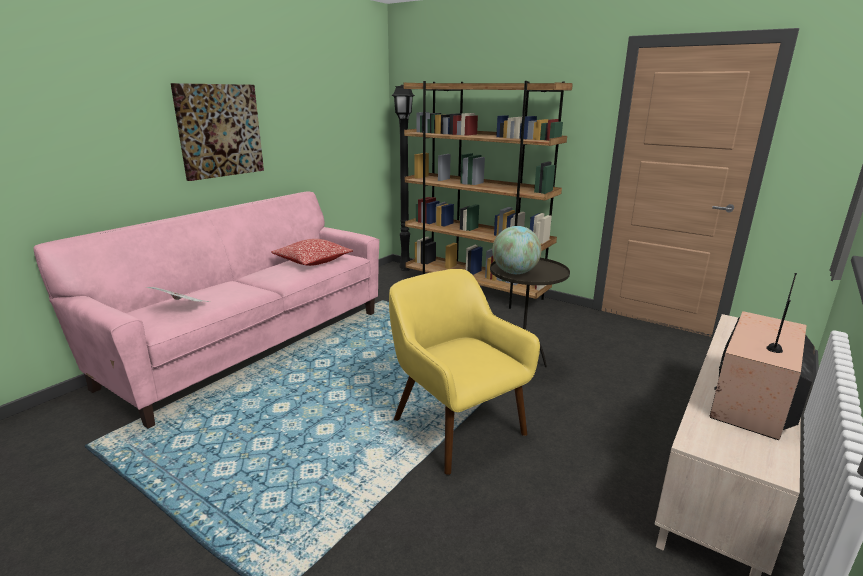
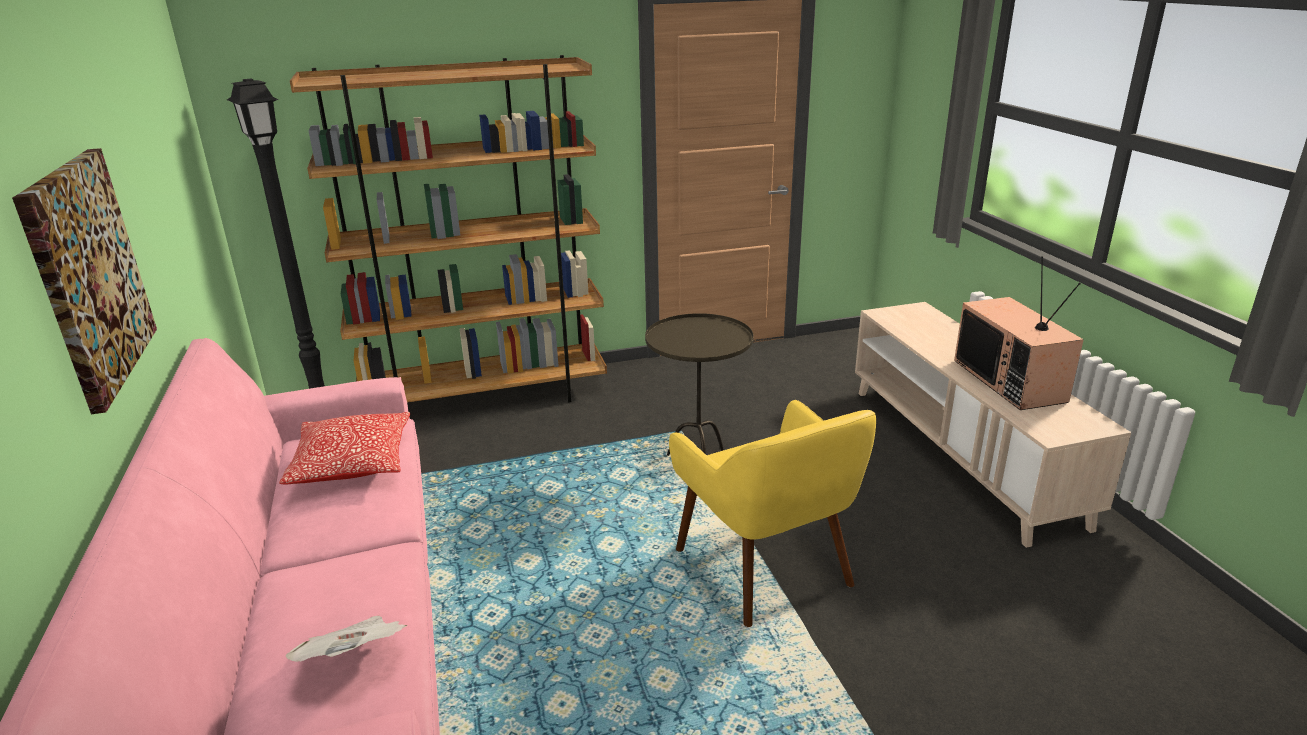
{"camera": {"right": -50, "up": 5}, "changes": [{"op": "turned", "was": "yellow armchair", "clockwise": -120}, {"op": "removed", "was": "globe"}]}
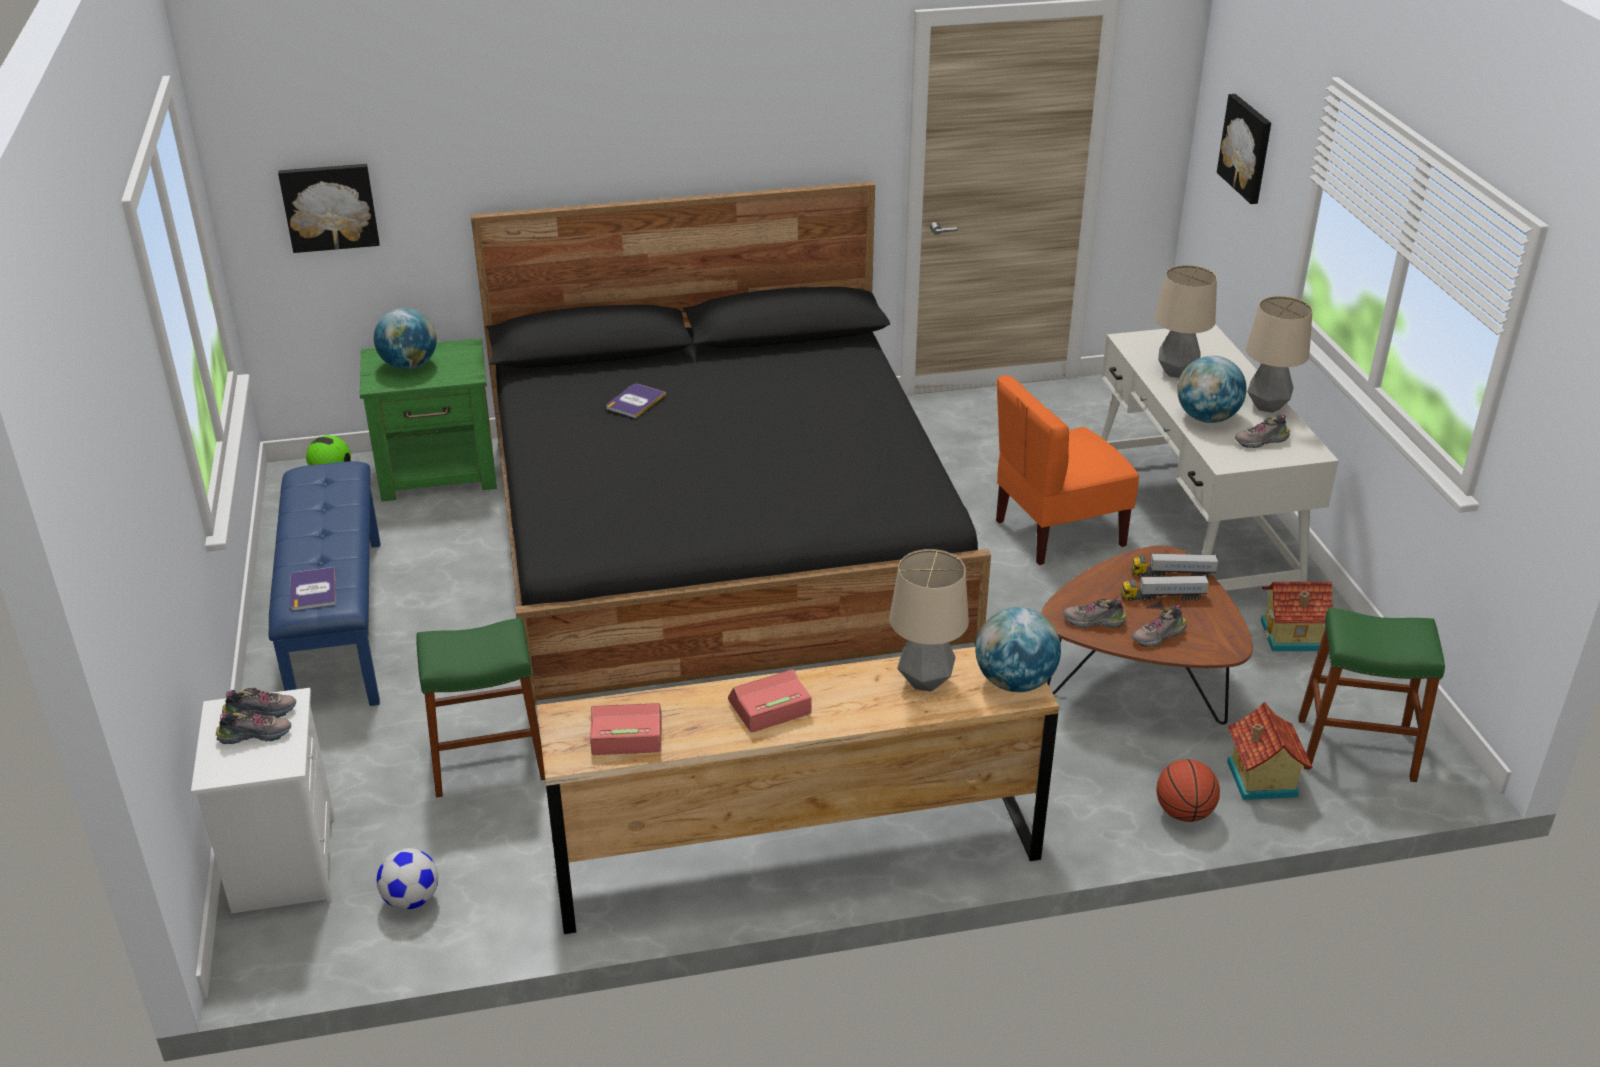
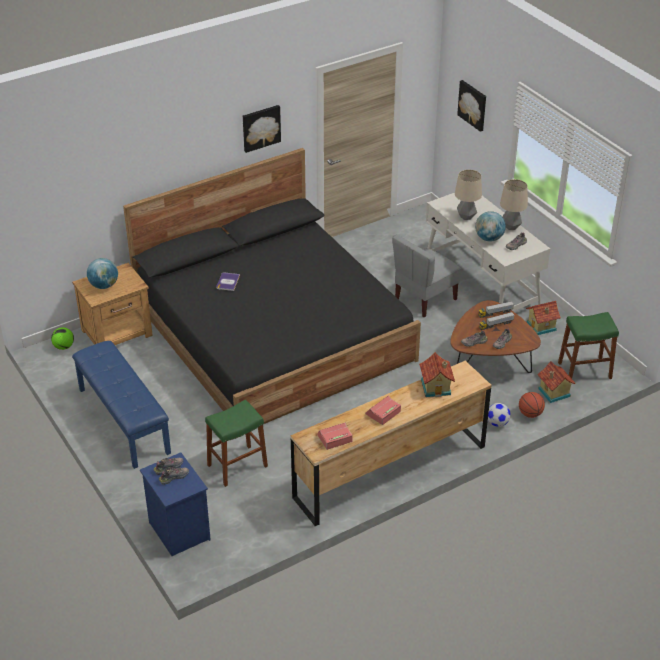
{"camera": {"right": -20, "up": 5}, "changes": [{"op": "recoloured", "was": "white nightstand", "now": "blue nightstand"}, {"op": "moved", "was": "picture (1st from left)"}, {"op": "removed", "was": "book (1st from left)"}, {"op": "recoloured", "was": "green nightstand", "now": "brown nightstand"}, {"op": "moved", "was": "football (2nd from left)"}, {"op": "replaced", "was": "table lamp (1st from left)", "now": "toy house (1st from left)"}, {"op": "removed", "was": "globe (2nd from left)"}, {"op": "recoloured", "was": "orange chair", "now": "grey chair"}]}
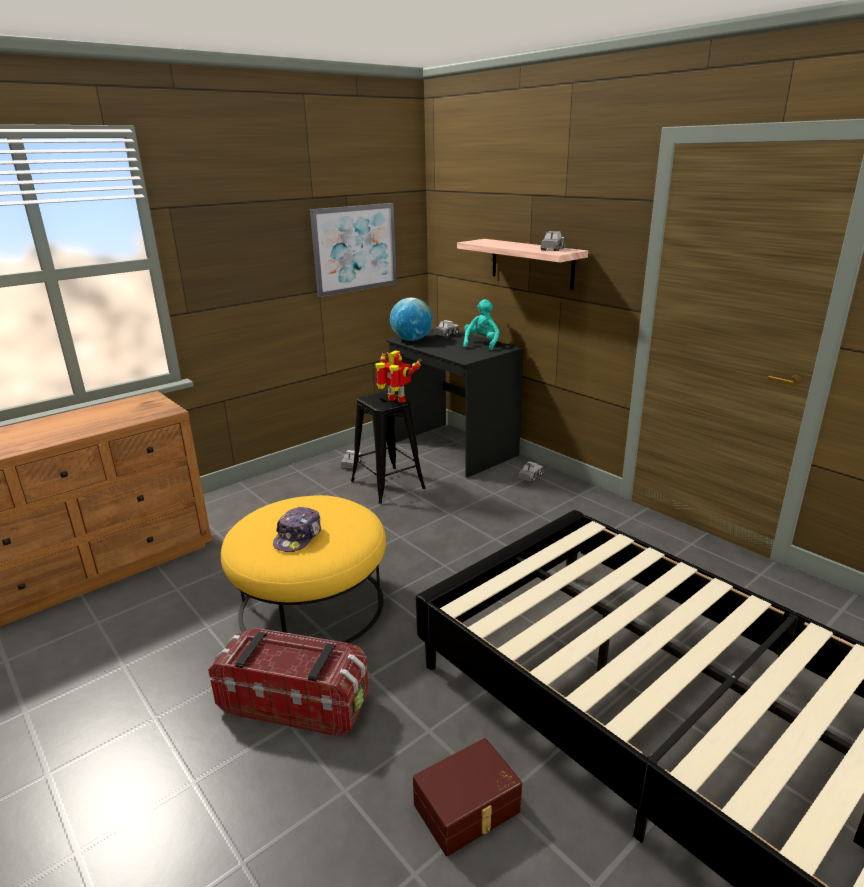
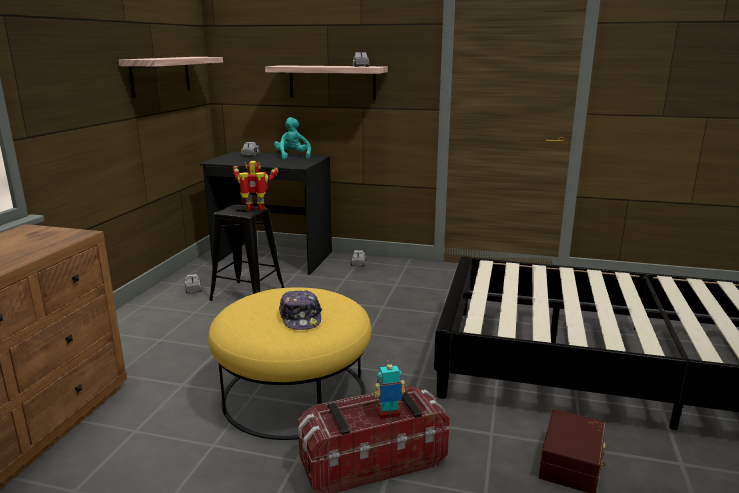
{"camera": {"right": -35, "up": -5}, "changes": [{"op": "replaced", "was": "picture", "now": "shelf (1st from left)"}, {"op": "removed", "was": "globe"}, {"op": "added", "now": "toy robot (2nd from left)"}]}
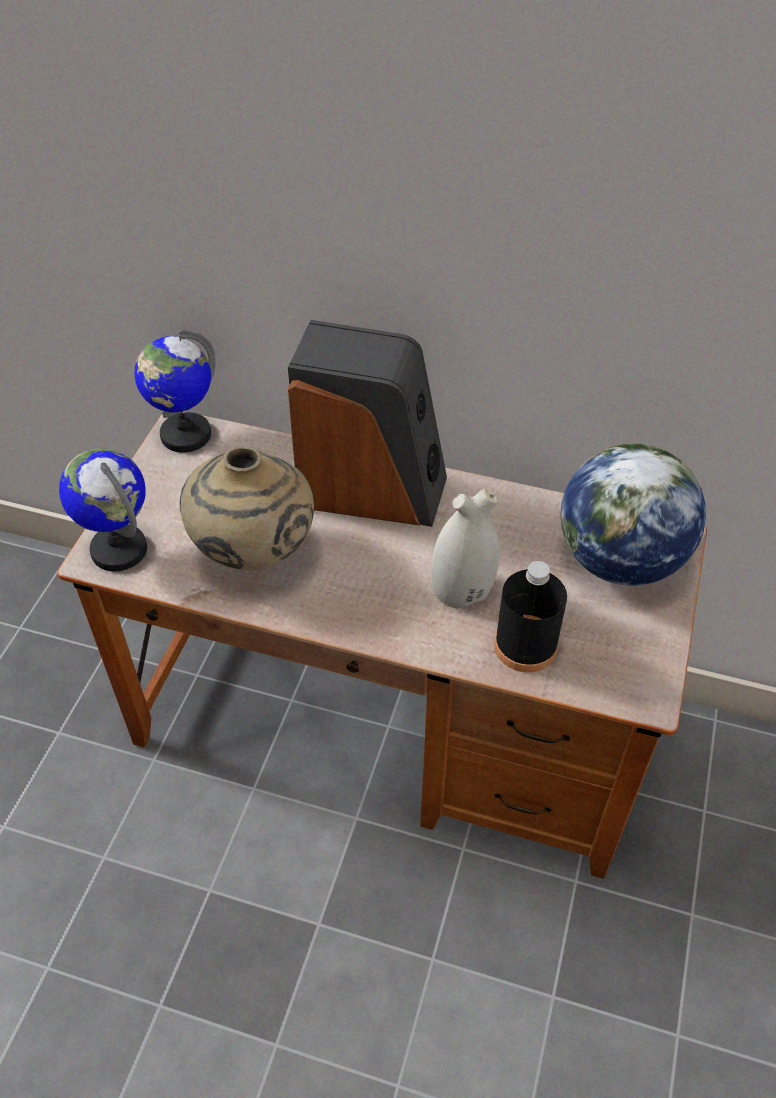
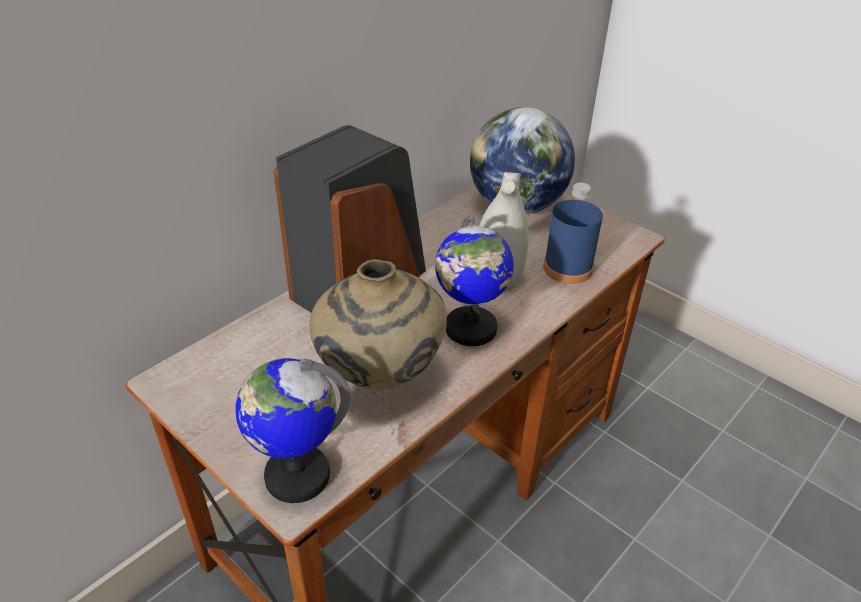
{"camera": {"right": -65, "up": -10}, "changes": [{"op": "moved", "was": "globe (2nd from left)"}, {"op": "recoloured", "was": "black bottle", "now": "blue bottle"}]}
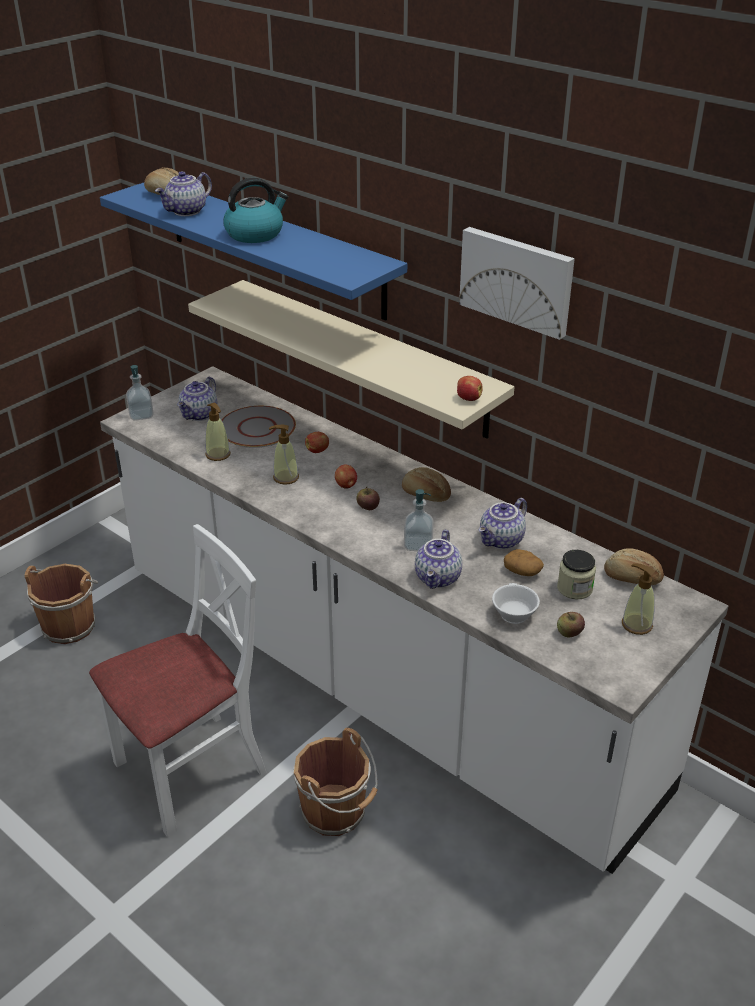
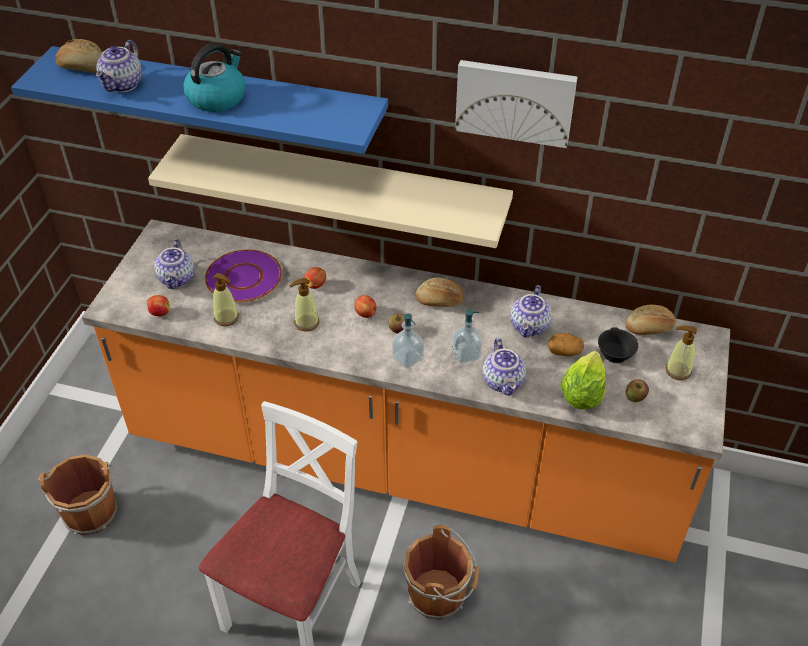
{"camera": {"right": -25, "up": 10}, "changes": [{"op": "recoloured", "was": "white counter", "now": "orange counter"}, {"op": "moved", "was": "soap dispenser (1st from left in the first image)", "now": "soap dispenser (3rd from left)"}, {"op": "recoloured", "was": "grey plate", "now": "purple plate"}, {"op": "moved", "was": "apple (4th from left in the first image)", "now": "apple (1st from left)"}, {"op": "replaced", "was": "white cup", "now": "lettuce"}, {"op": "replaced", "was": "jar", "now": "black cup"}]}
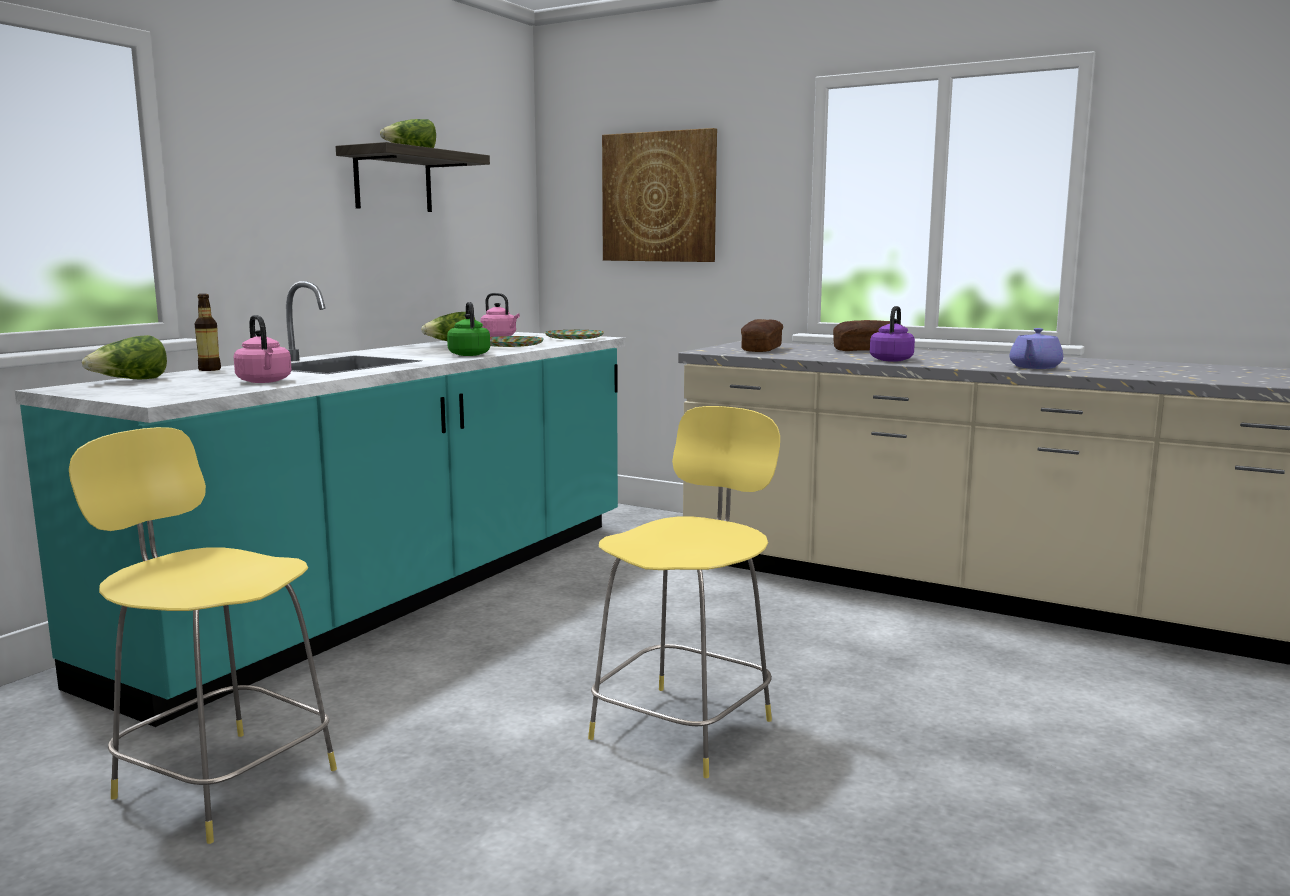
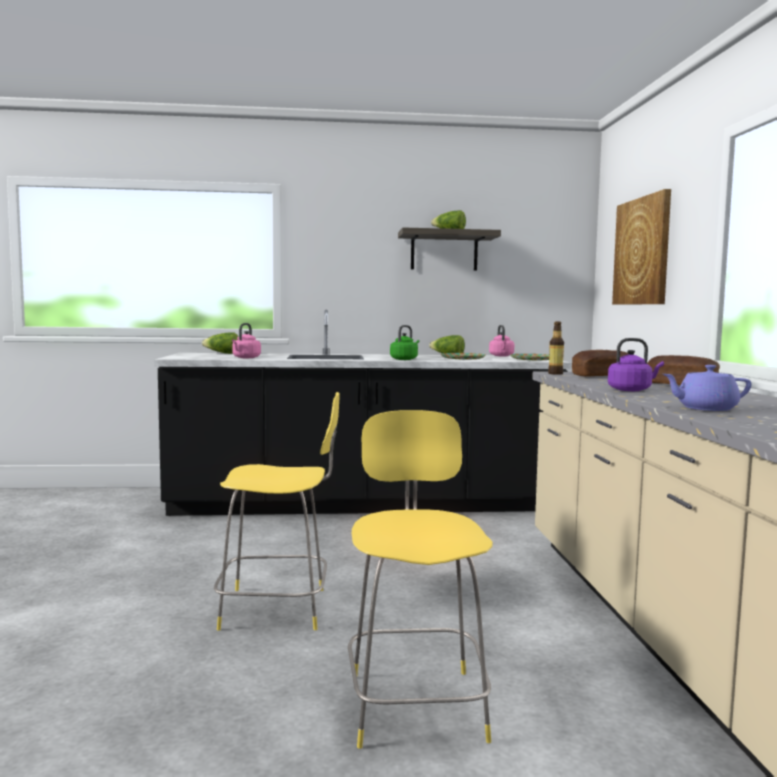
{"camera": {"right": 55, "up": -5}, "changes": [{"op": "recoloured", "was": "turquoise counter", "now": "black counter"}, {"op": "moved", "was": "yellow stool (1st from left in the first image)", "now": "yellow stool (2nd from left)"}, {"op": "moved", "was": "bottle"}]}
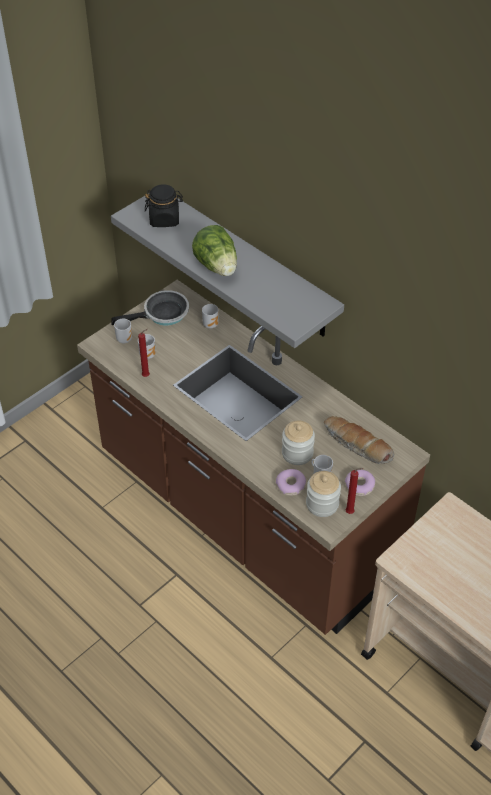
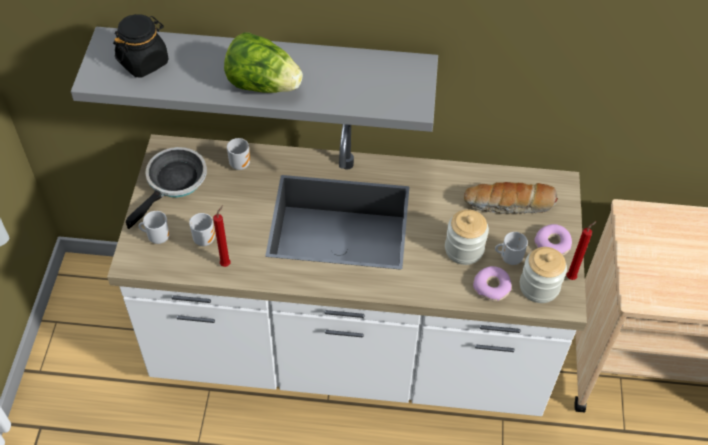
{"camera": {"right": -40, "up": 5}, "changes": [{"op": "recoloured", "was": "brown counter", "now": "white counter"}]}
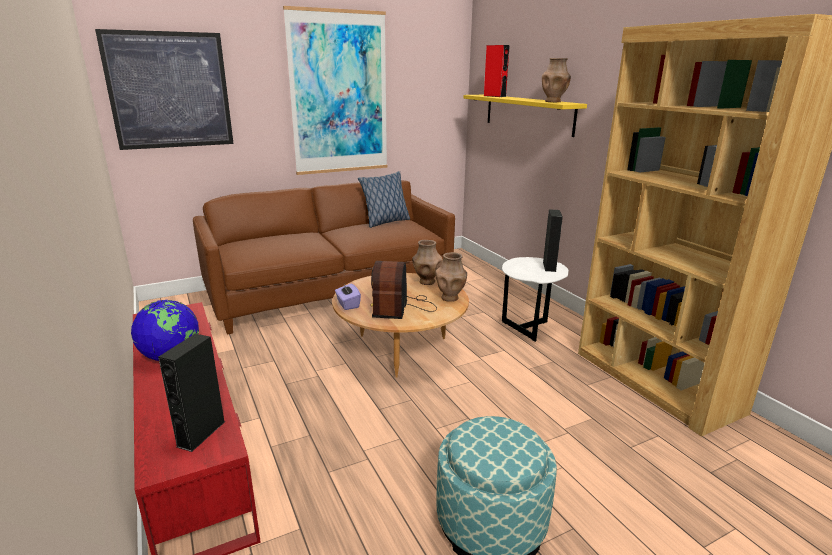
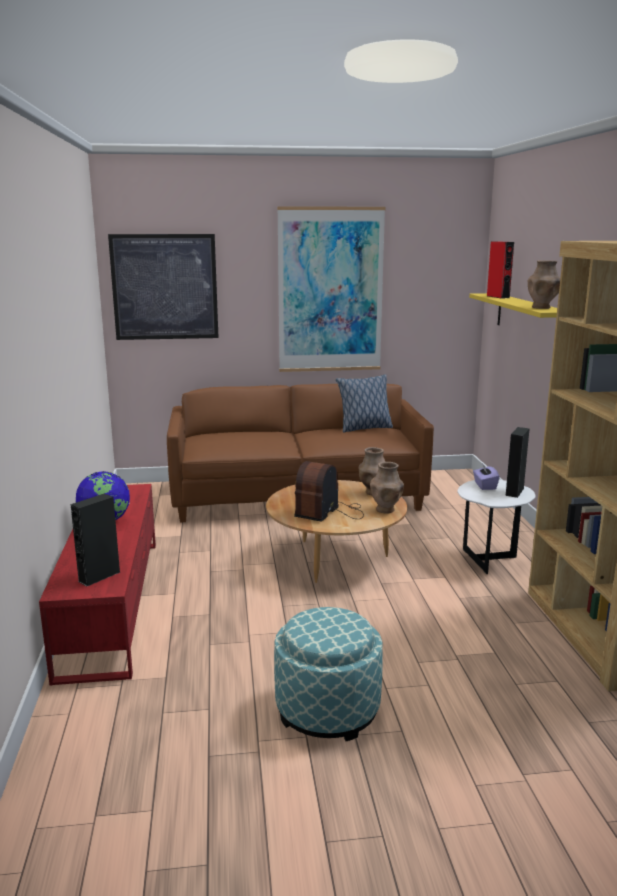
{"camera": {"right": 20, "up": -5}, "changes": [{"op": "moved", "was": "purple tissue box"}]}
